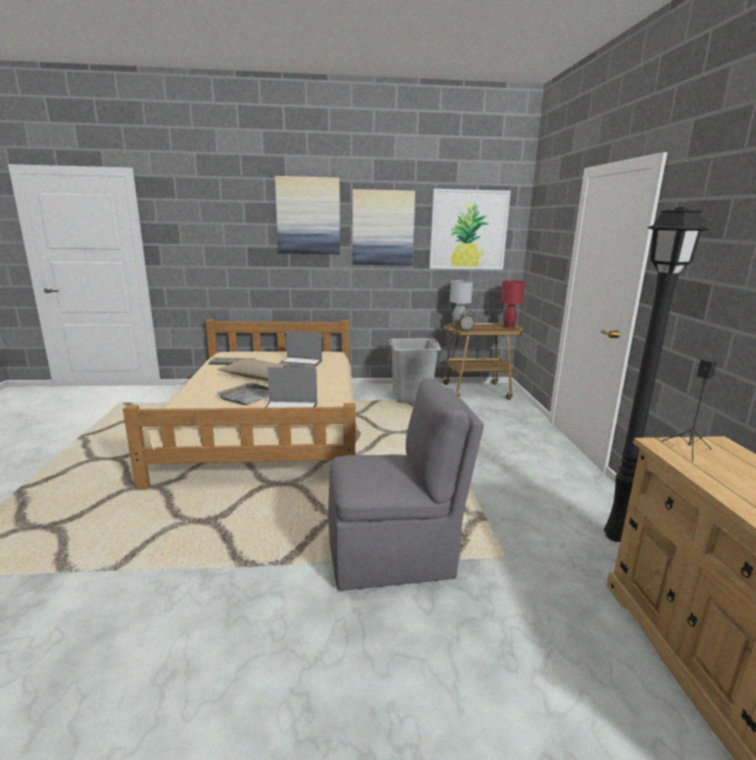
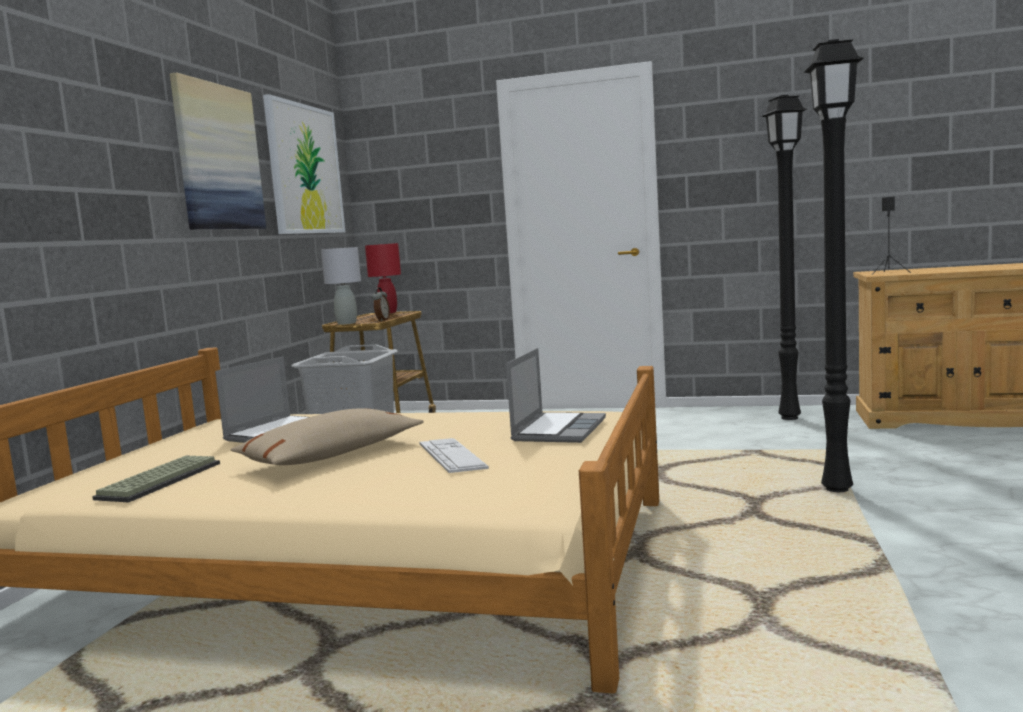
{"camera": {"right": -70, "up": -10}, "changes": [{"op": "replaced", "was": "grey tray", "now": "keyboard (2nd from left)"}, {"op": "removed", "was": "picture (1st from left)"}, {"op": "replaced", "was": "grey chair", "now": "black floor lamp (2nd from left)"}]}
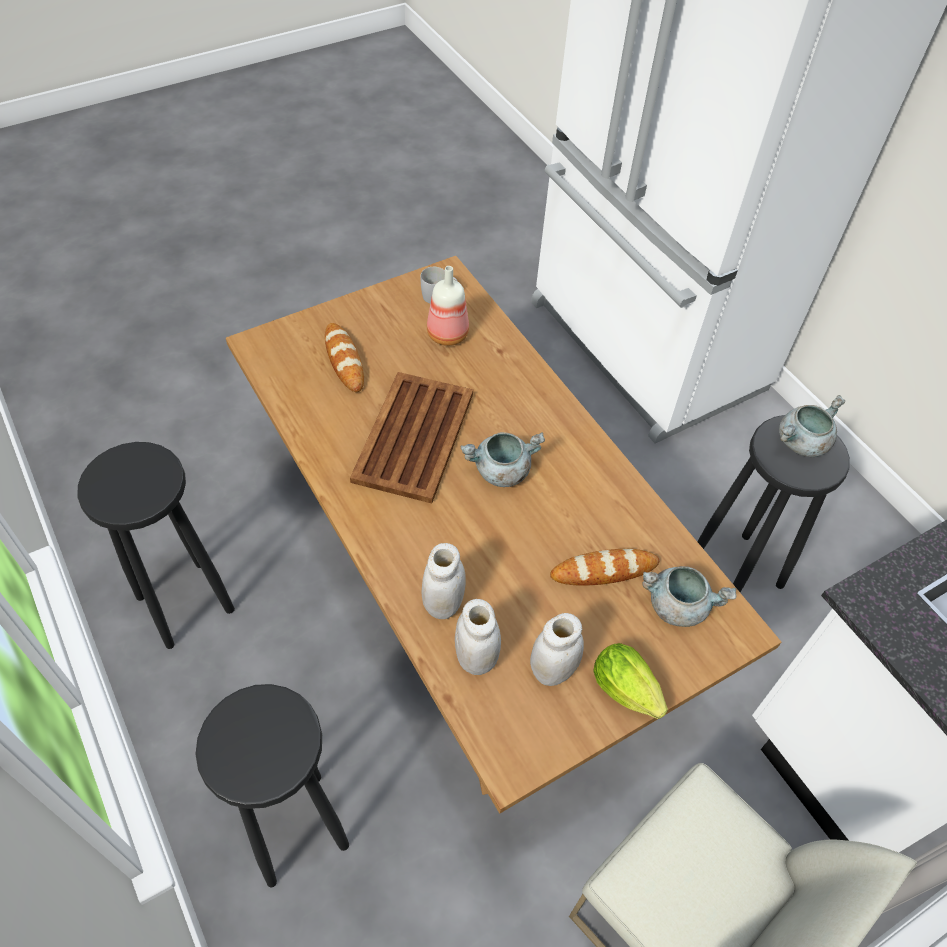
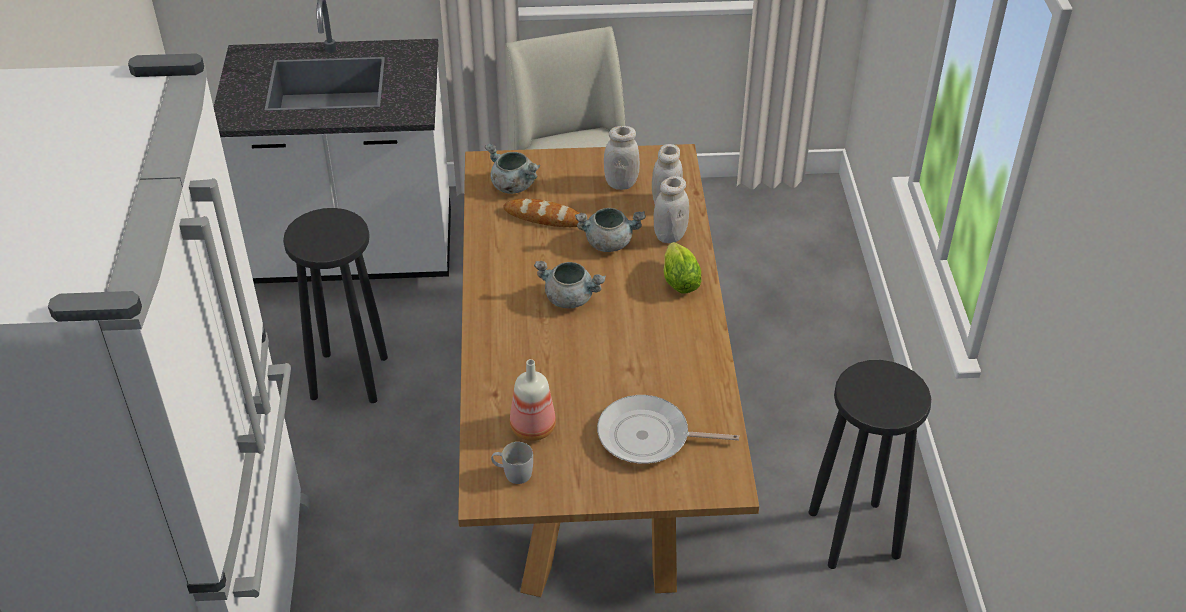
{"camera": {"right": -150, "up": -10}, "changes": [{"op": "removed", "was": "black stool (2nd from left)"}, {"op": "replaced", "was": "bread (1st from left)", "now": "frying pan"}, {"op": "removed", "was": "brown tray"}, {"op": "moved", "was": "lettuce"}, {"op": "moved", "was": "grey cooking pot (3rd from left)"}]}
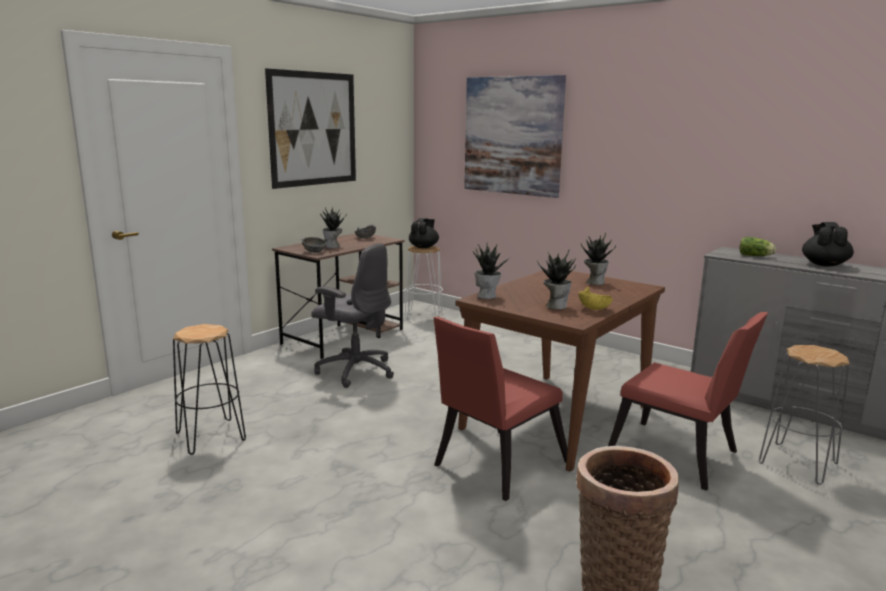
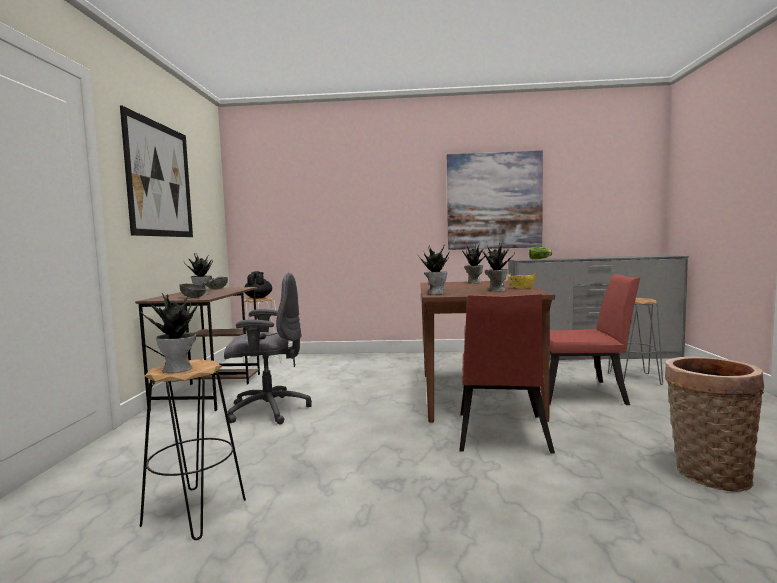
{"camera": {"right": -35, "up": -10}, "changes": [{"op": "moved", "was": "picture (2nd from left)"}, {"op": "removed", "was": "black teapot (2nd from left)"}, {"op": "added", "now": "potted plant (1st from left)"}]}
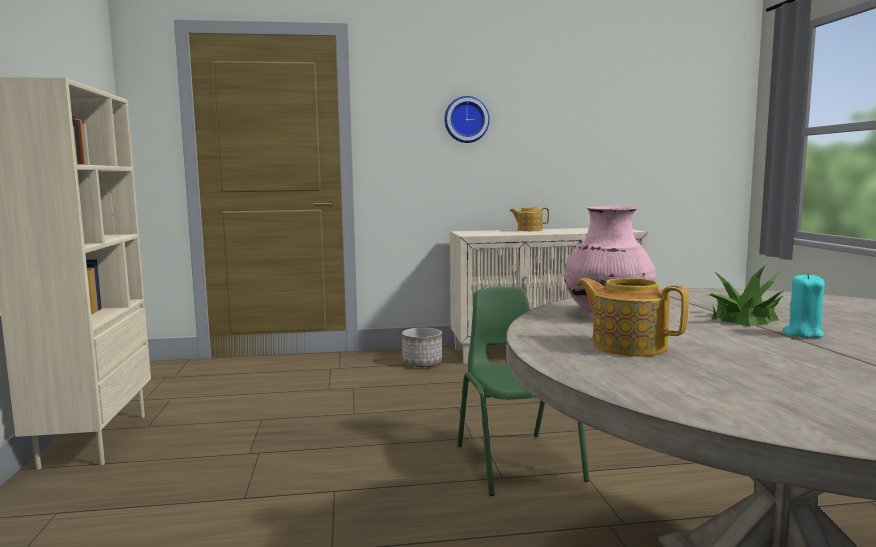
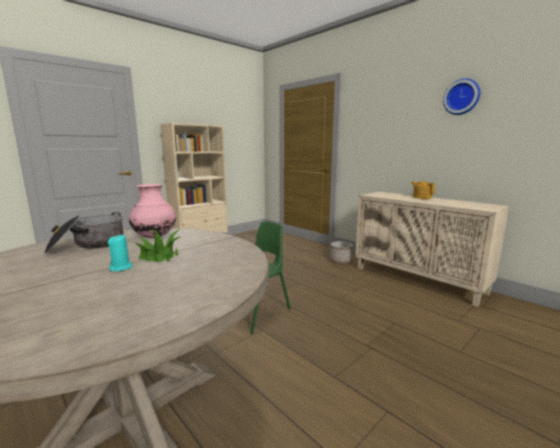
{"camera": {"right": 55, "up": 5}, "changes": [{"op": "moved", "was": "wall clock"}, {"op": "replaced", "was": "teapot (2nd from left)", "now": "cooking pot"}]}
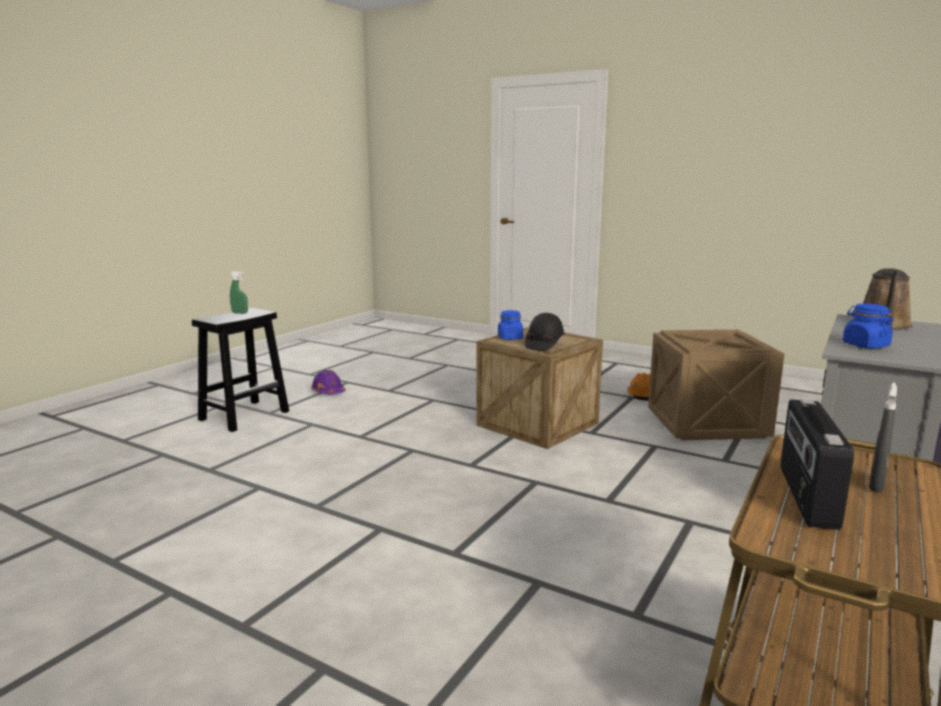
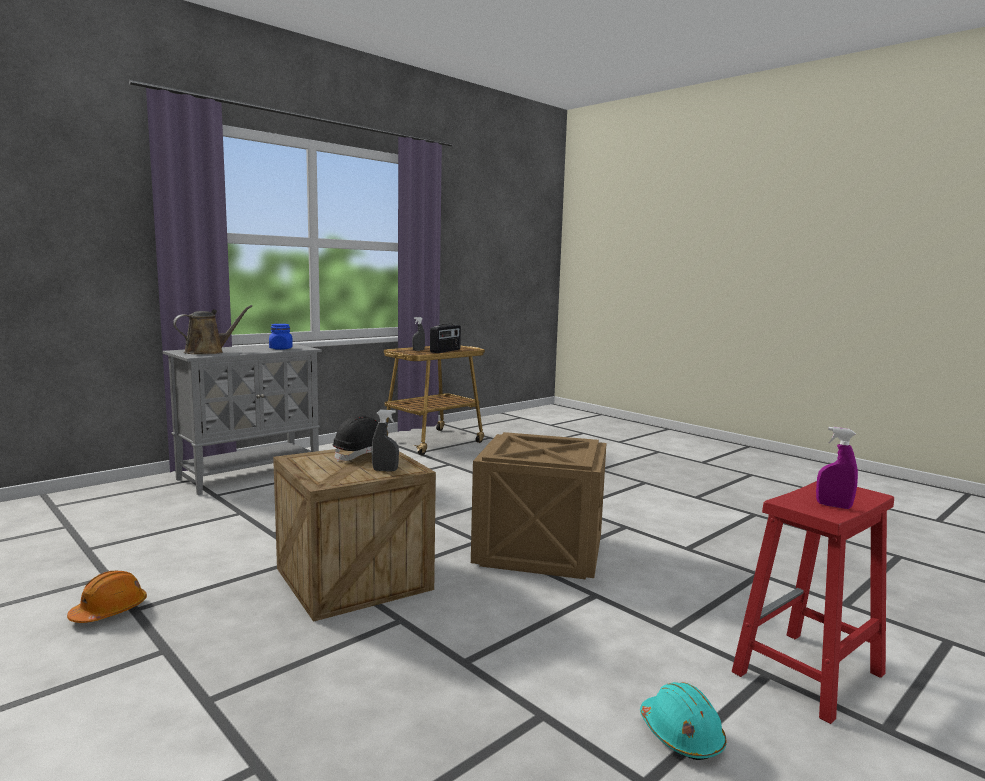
{"camera": {"right": -165, "up": -5}, "changes": [{"op": "recoloured", "was": "black stool", "now": "red stool"}, {"op": "recoloured", "was": "green spray bottle", "now": "purple spray bottle"}, {"op": "recoloured", "was": "purple hard hat", "now": "turquoise hard hat"}, {"op": "replaced", "was": "blue jar (1st from left)", "now": "grey spray bottle (1st from left)"}, {"op": "moved", "was": "crate (2nd from left)"}]}
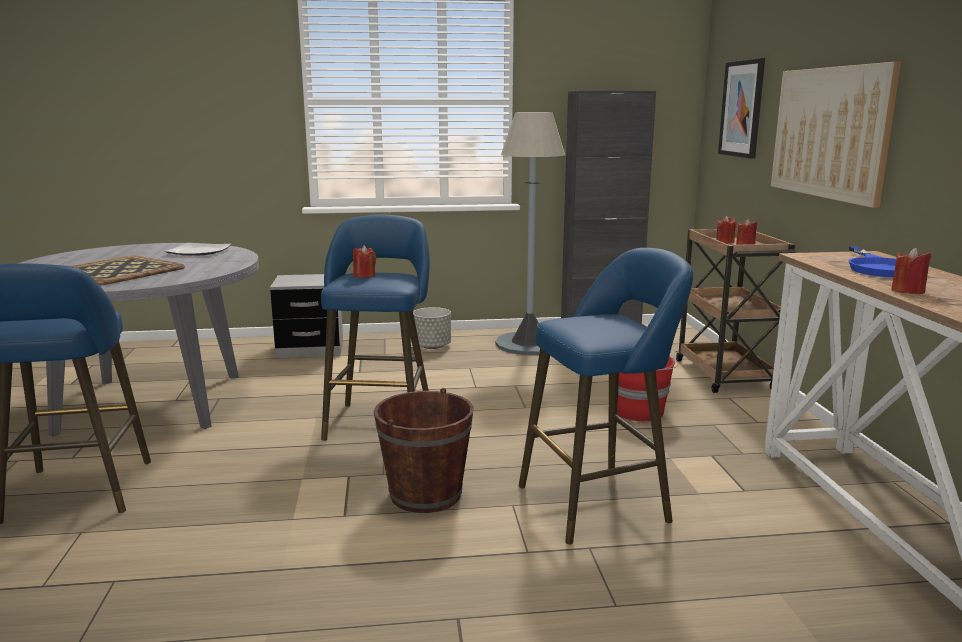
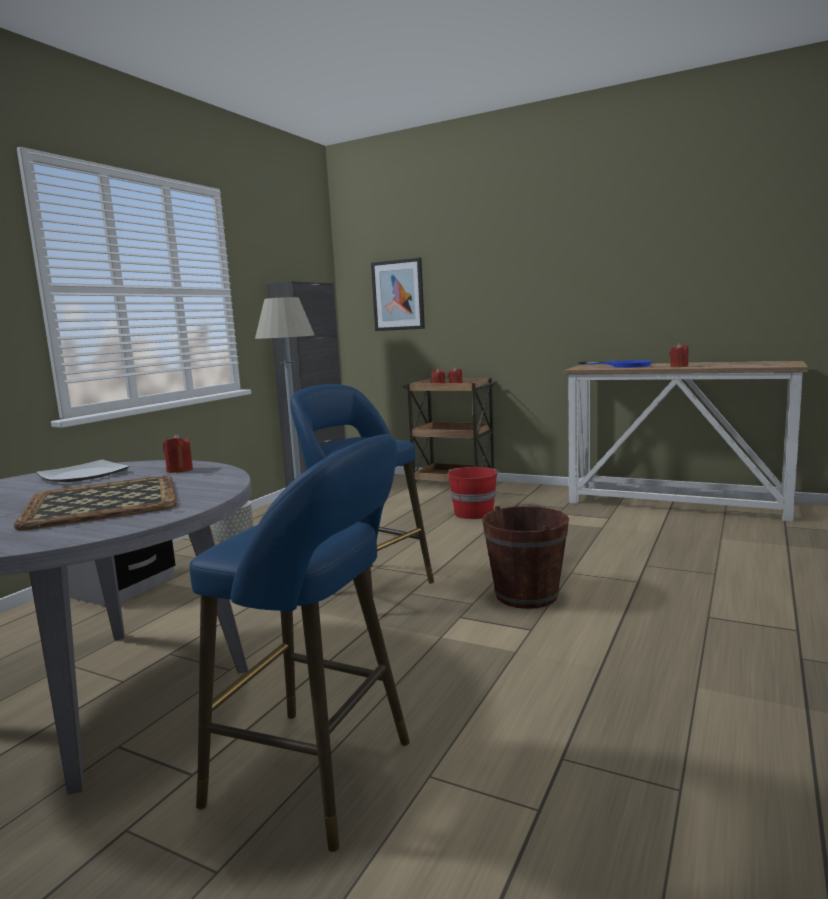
{"camera": {"right": -55, "up": -5}, "changes": [{"op": "moved", "was": "red candle (1st from left)"}, {"op": "removed", "was": "blue stool (3rd from left)"}, {"op": "removed", "was": "picture (2nd from left)"}]}
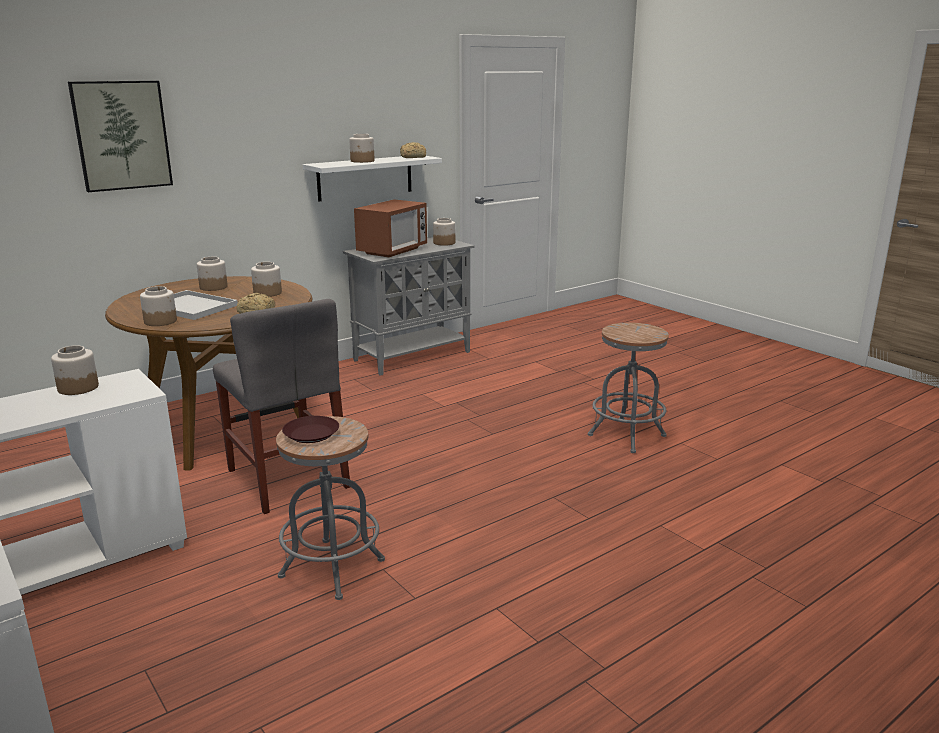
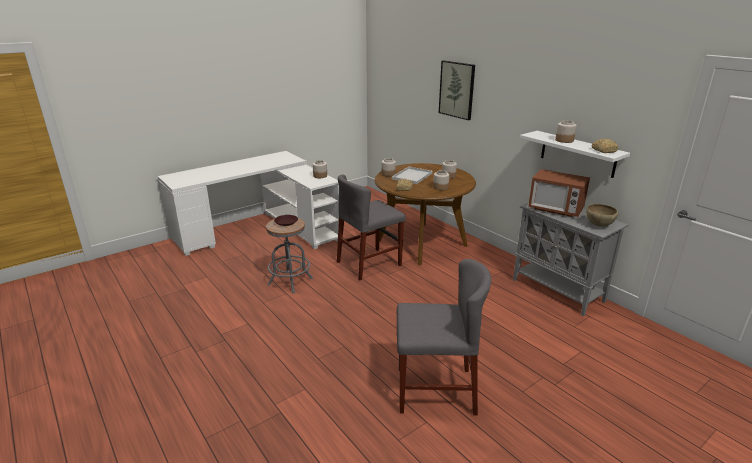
{"camera": {"right": 90, "up": 5}, "changes": [{"op": "replaced", "was": "jar (6th from left)", "now": "brown bowl"}, {"op": "replaced", "was": "grey stool (2nd from left)", "now": "grey chair (2nd from left)"}]}
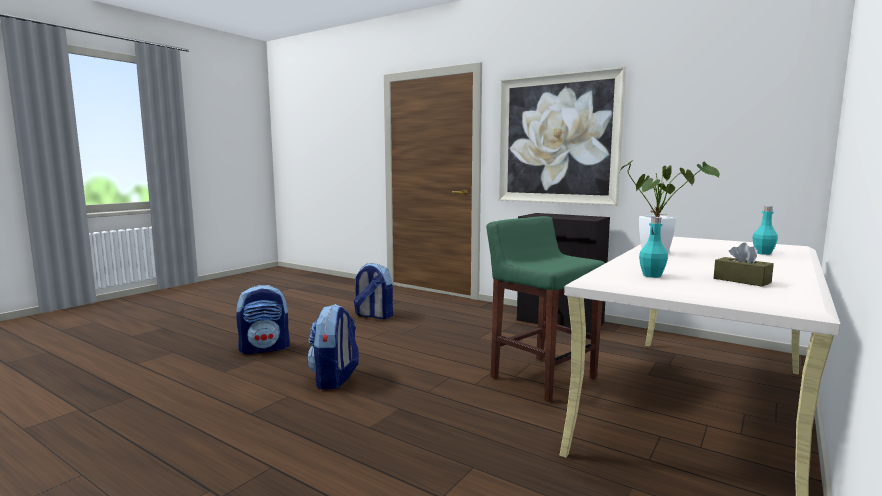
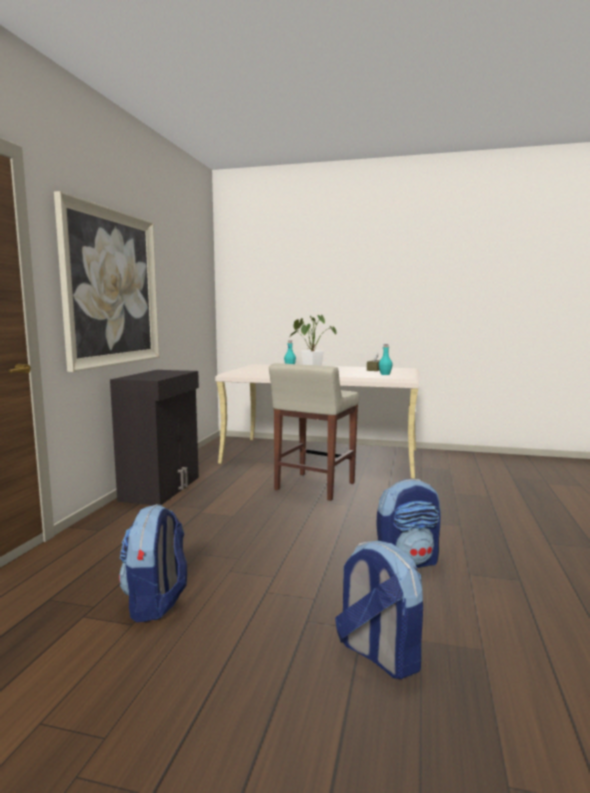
{"camera": {"right": -110, "up": 0}, "changes": [{"op": "recoloured", "was": "green stool", "now": "beige stool"}]}
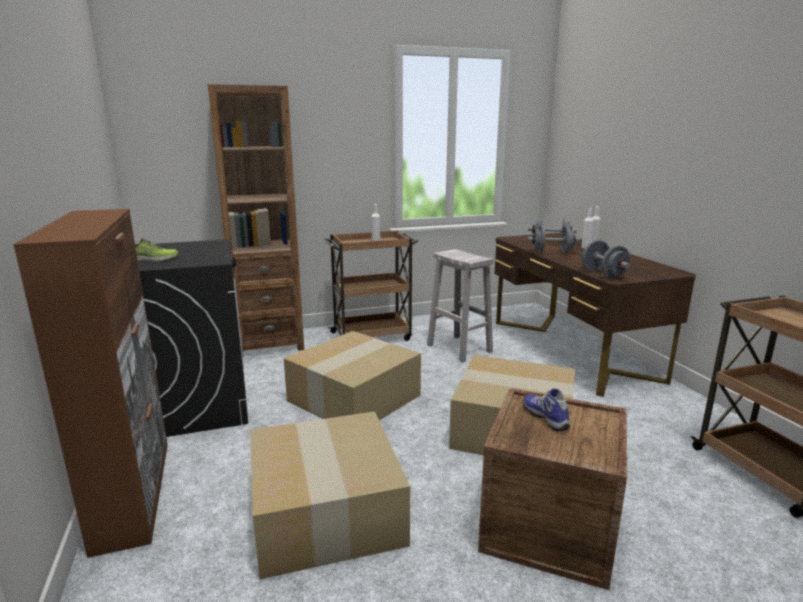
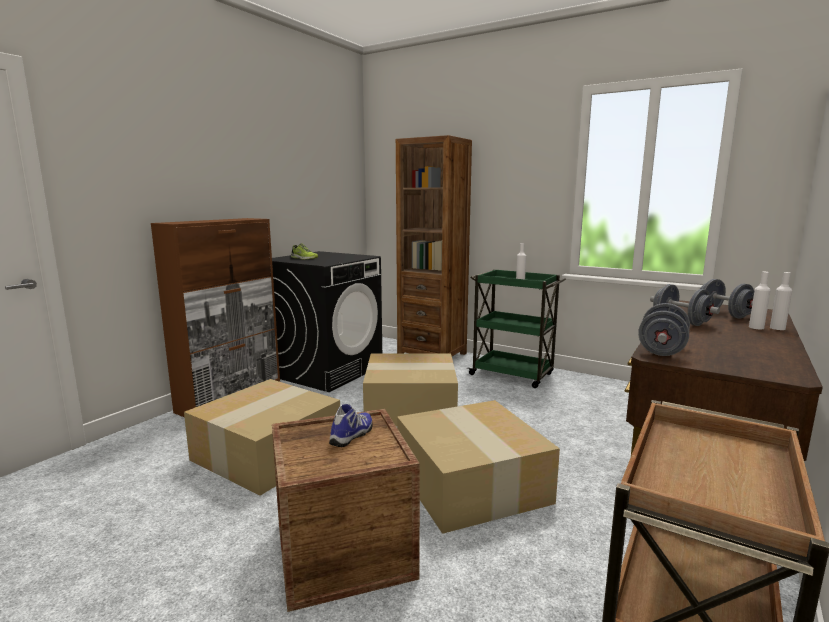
{"camera": {"right": 50, "up": -5}, "changes": [{"op": "recoloured", "was": "brown cart (1st from left)", "now": "green cart"}, {"op": "removed", "was": "white stool"}]}
